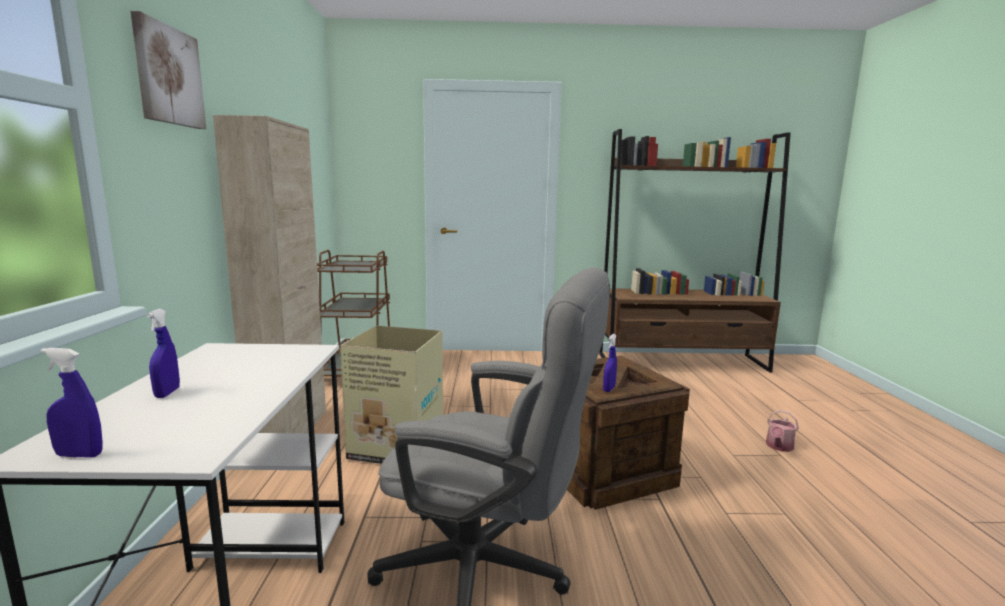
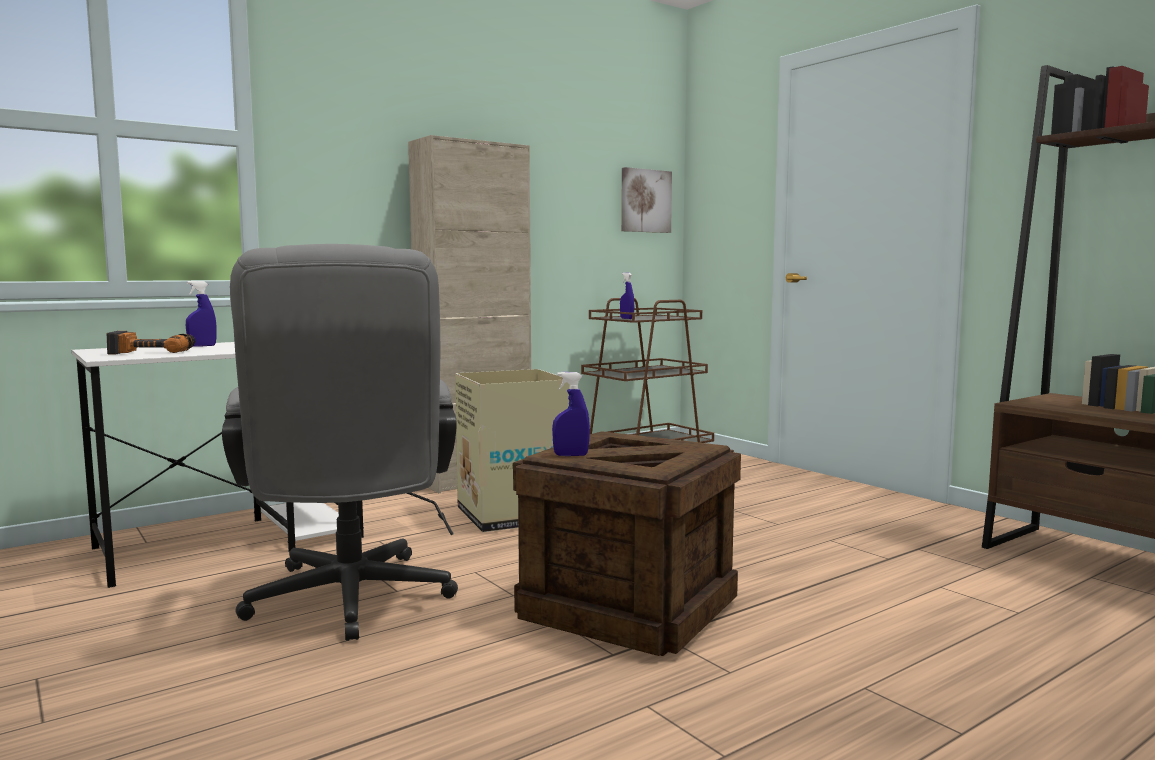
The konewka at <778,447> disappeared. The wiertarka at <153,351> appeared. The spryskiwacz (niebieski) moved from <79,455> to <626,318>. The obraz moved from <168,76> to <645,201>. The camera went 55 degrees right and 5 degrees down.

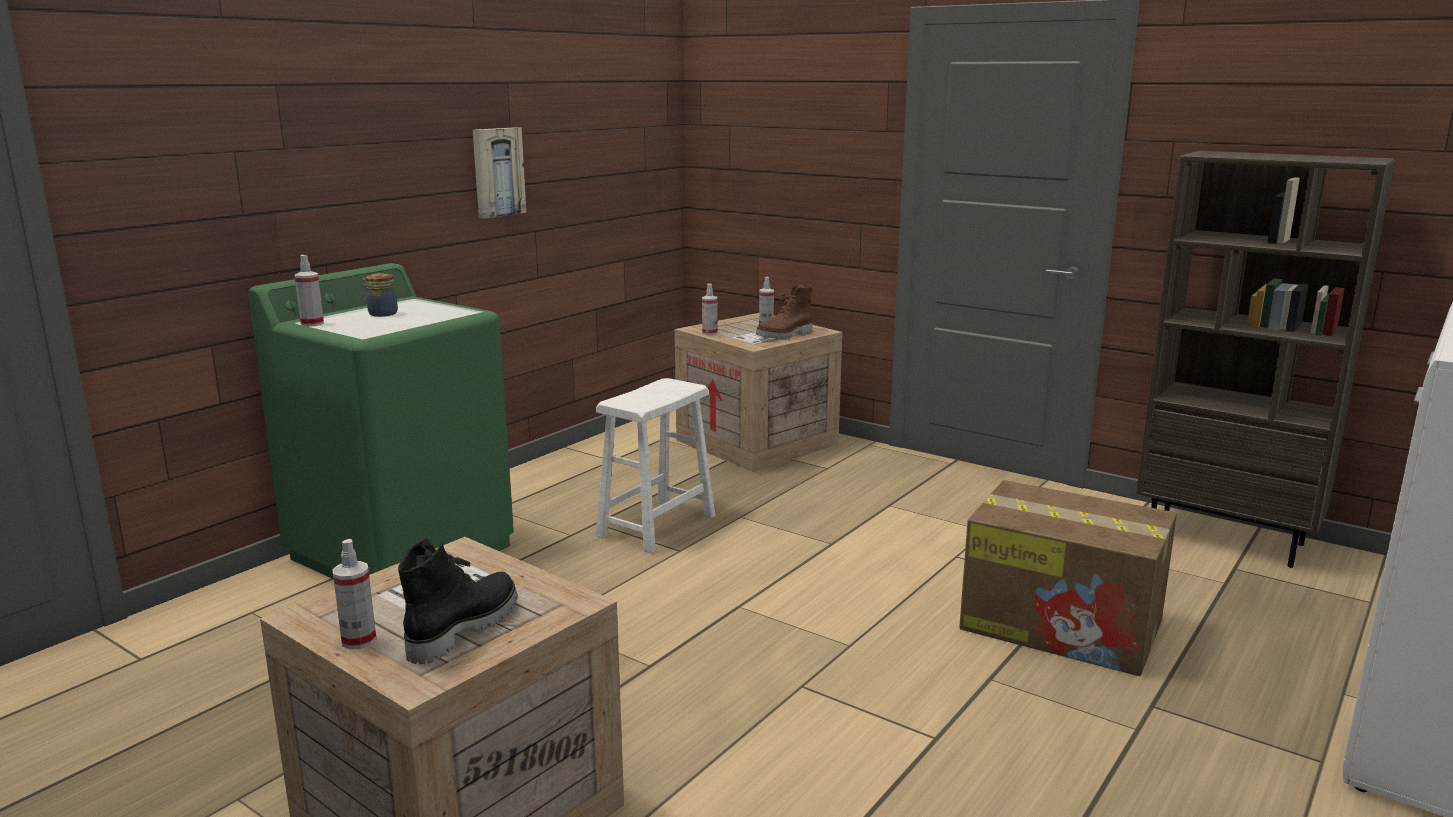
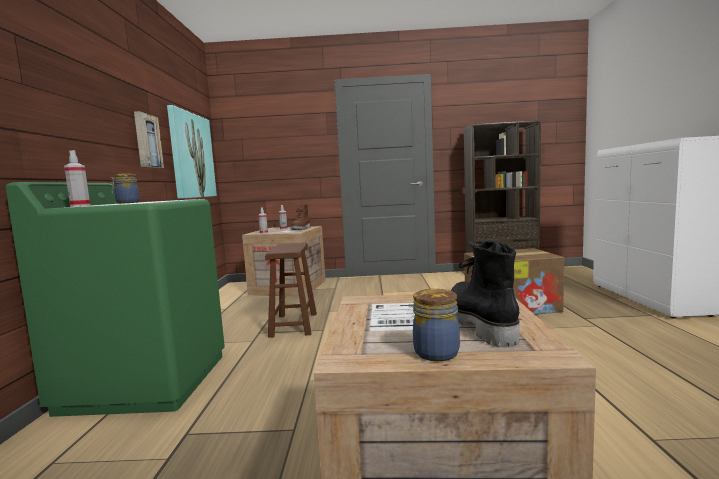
The obraz at <191,156> appeared. The spryskiwacz at <359,640> was replaced by the słoik at <435,352>. The stołek (biały) at <657,526> became the stołek (brązowy) at <294,325>. The camera went 35 degrees left and 10 degrees down.

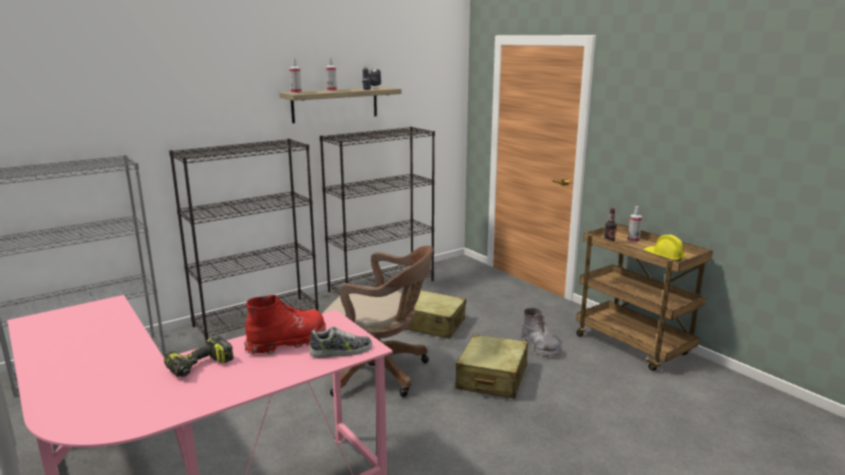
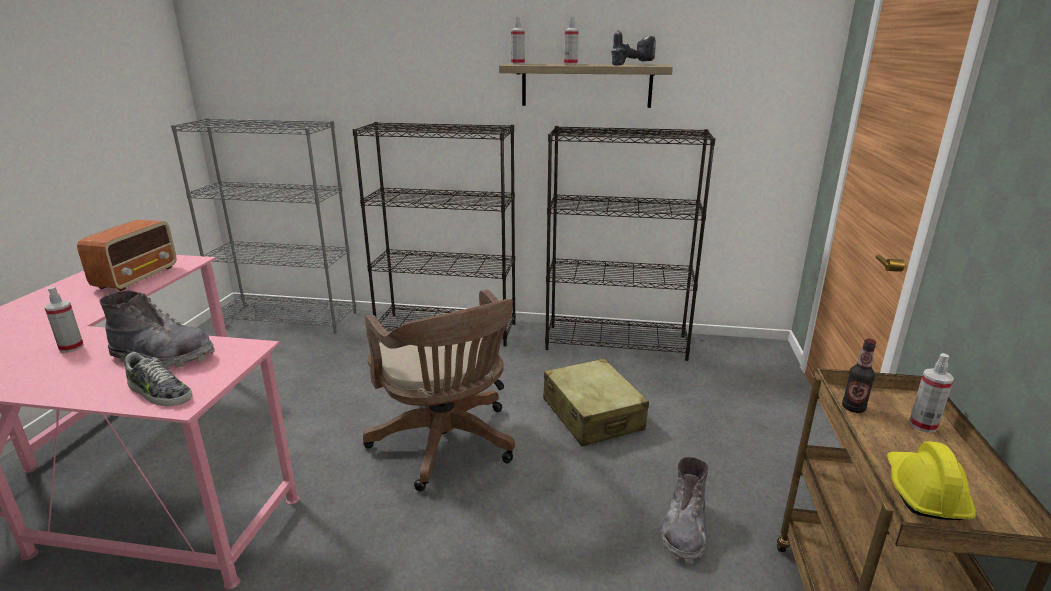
The walizka (beżowy) at <492,378> disappeared. The radio at <137,277> appeared. The wiertarka at <200,367> was replaced by the spryskiwacz at <71,347>. The but z cholewką (czerwony) at <288,342> became the but z cholewką (szary) at <163,357>. The camera went 45 degrees right and 5 degrees up.

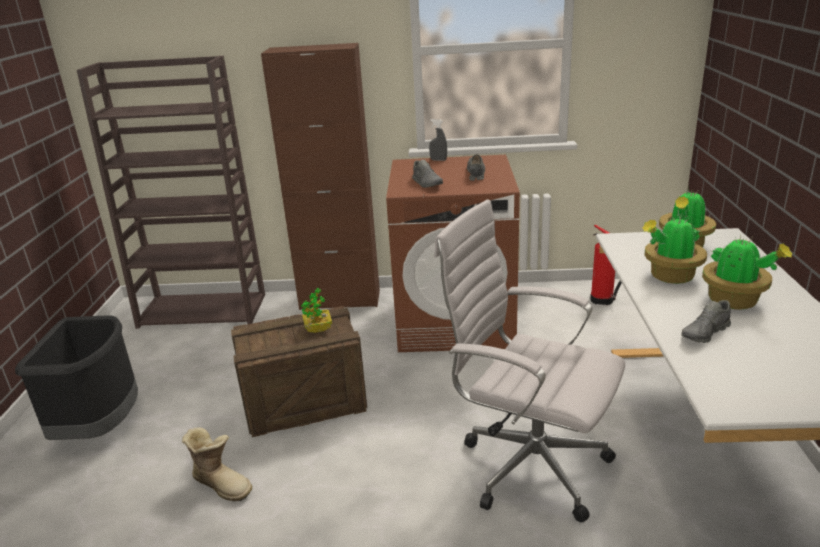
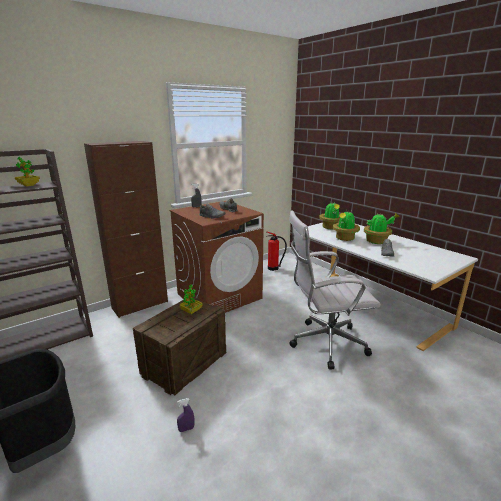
The roślina doniczkowa at <29,185> appeared. The but z cholewką at <222,483> was replaced by the spryskiwacz (fioletowy) at <186,429>. The camera went 40 degrees left and 5 degrees down.

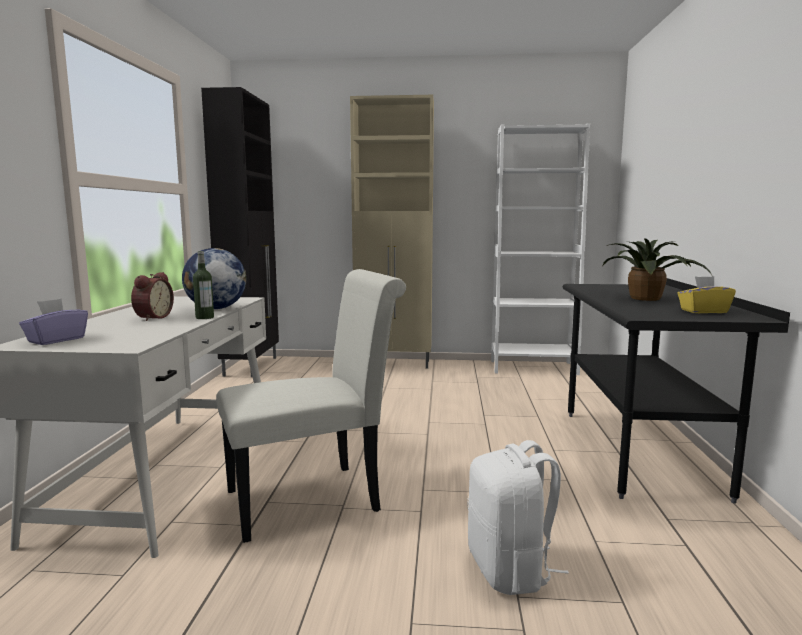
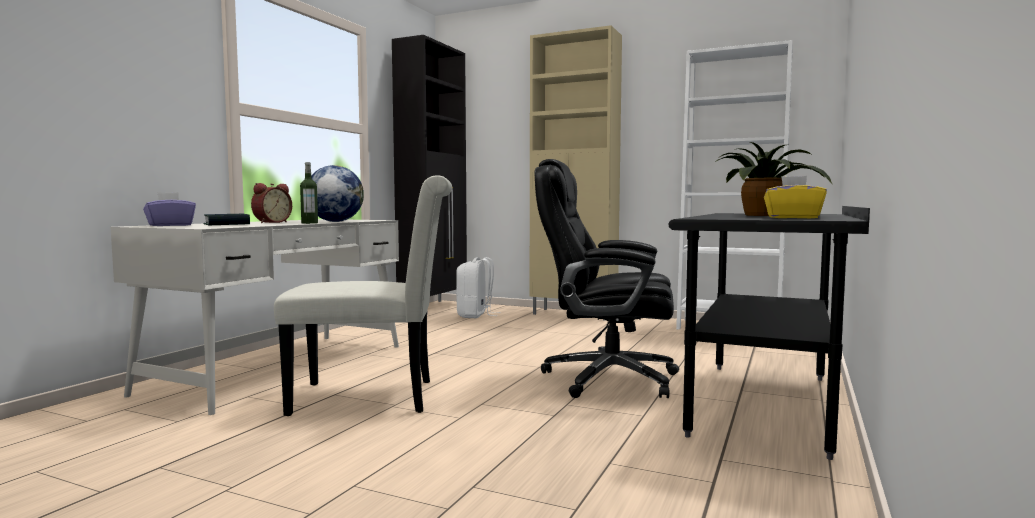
The książka at <227,224> appeared. The krzesło biurowe (czarny) at <606,379> appeared. The plecak (biały) moved from <510,570> to <475,315>. The camera went 20 degrees right and 5 degrees down.

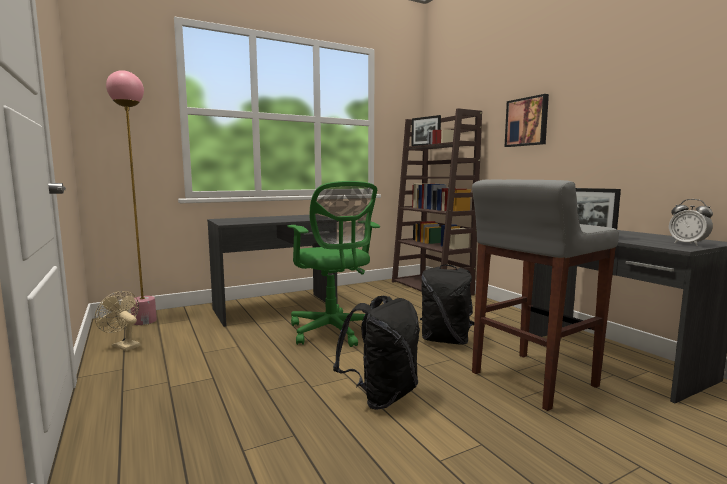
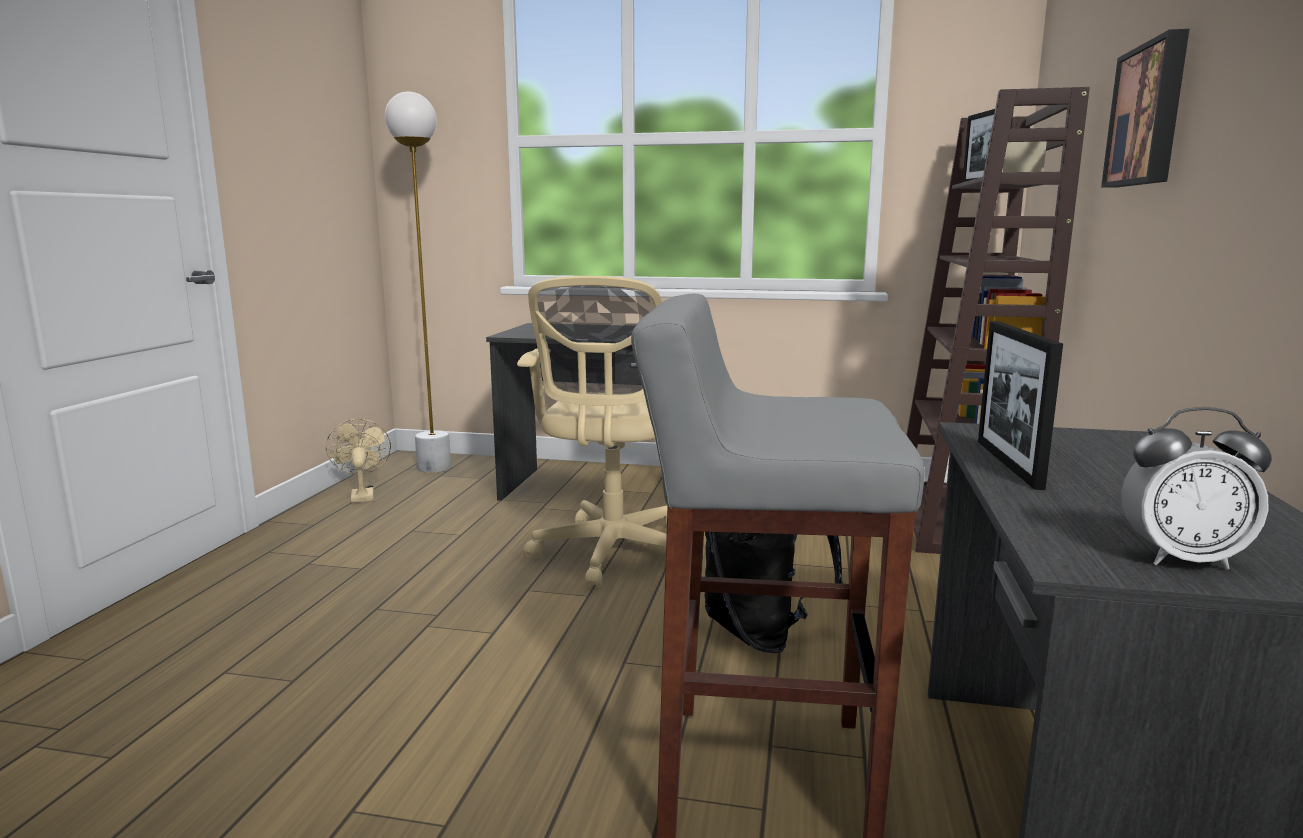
The plecak (czarny) at <381,396> disappeared. The lampa stojąca (różowy) at <144,321> became the lampa stojąca (biały) at <434,467>. The krzesło biurowe (zielony) at <333,332> became the krzesło biurowe (beżowy) at <611,554>. The budzik at <688,244> turned 90 degrees counterclockwise. The camera went 40 degrees right and 5 degrees up.

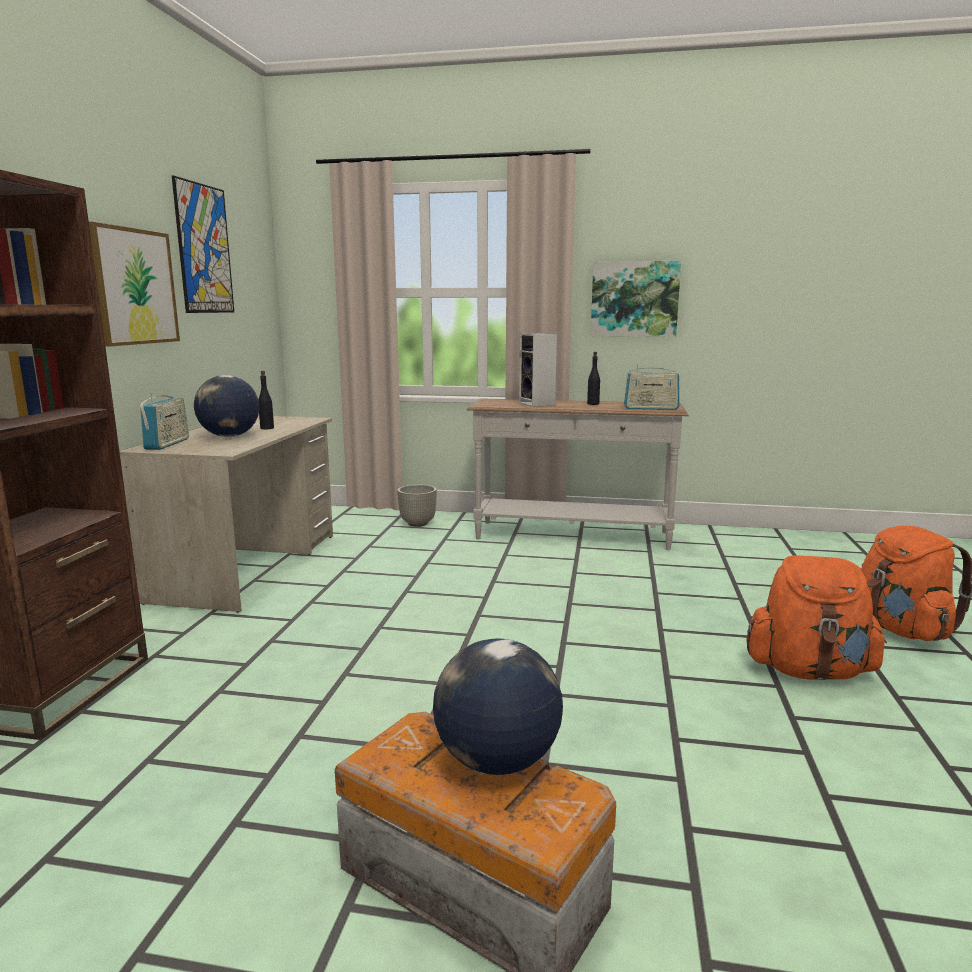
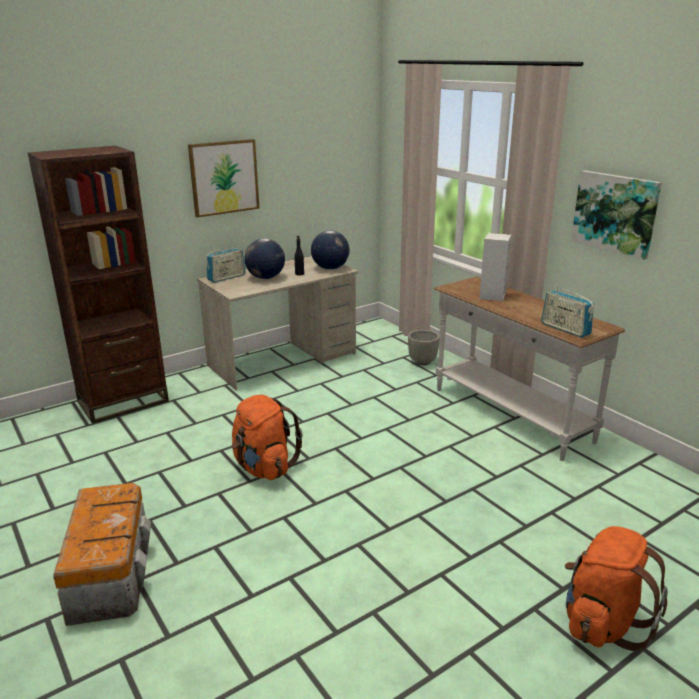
The obraz at <204,249> disappeared. The butelka (czarny) at <593,404> disappeared. The globus moved from <496,760> to <330,268>. The plecak (pomarańczowy) moved from <809,670> to <264,467>. The camera went 45 degrees right and 10 degrees up.

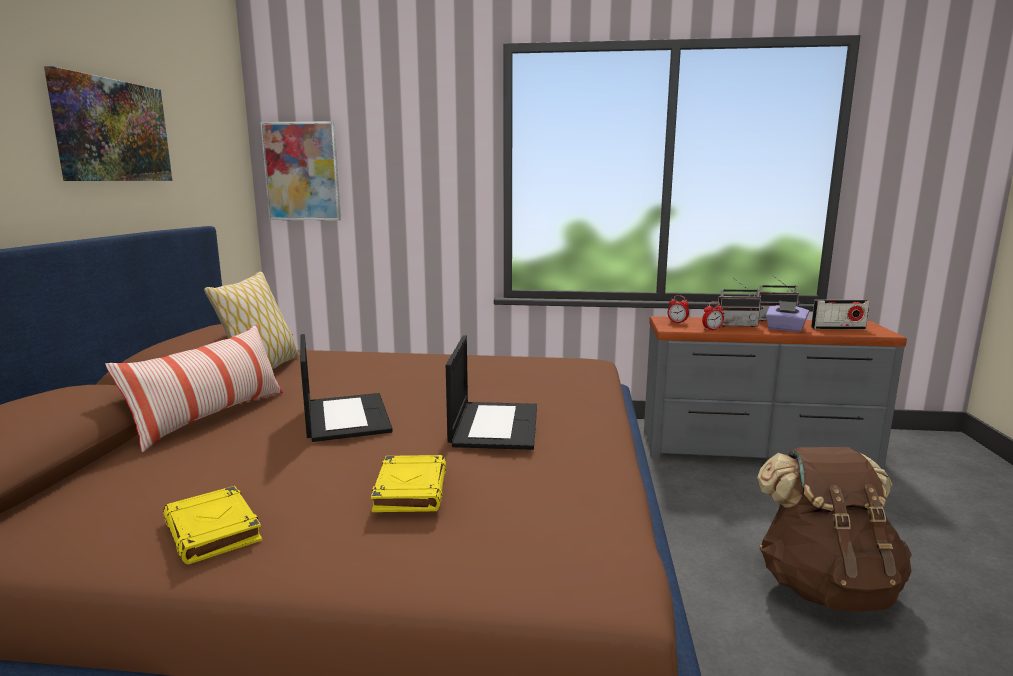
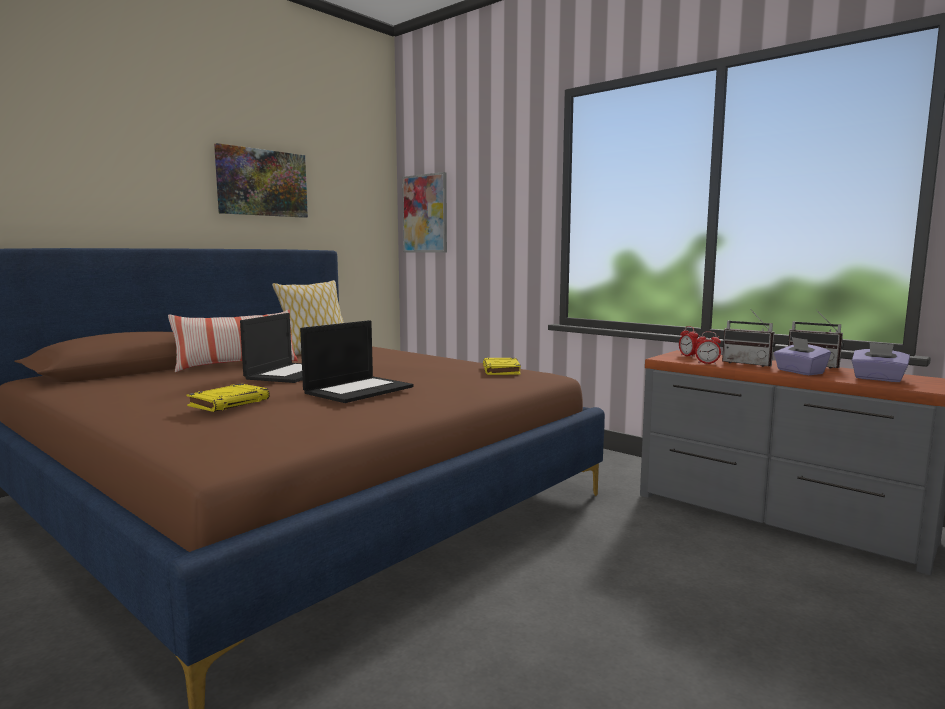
The plecak (brązowy) at <825,586> disappeared. The książka (żółty) moved from <213,531> to <501,370>. The radio at <838,328> was replaced by the pudełko chusteczek (fioletowy) at <878,379>. The camera went 35 degrees right and 5 degrees down.

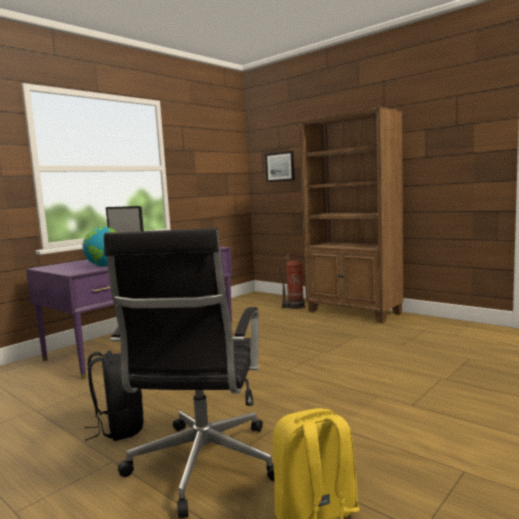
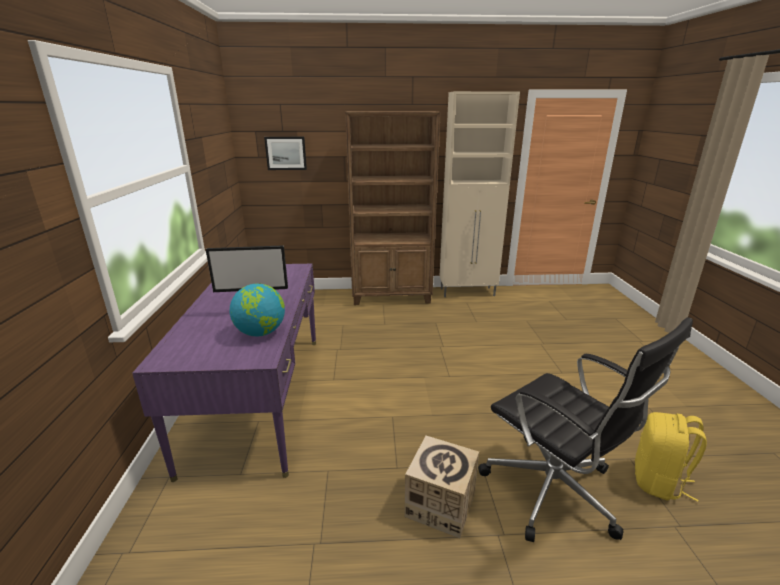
The gaśnica at <294,307> disappeared. The szafka (beżowy) at <468,292> appeared. The plecak (czarny) at <119,428> was replaced by the karton at <440,504>. The camera went 45 degrees left and 15 degrees up.

